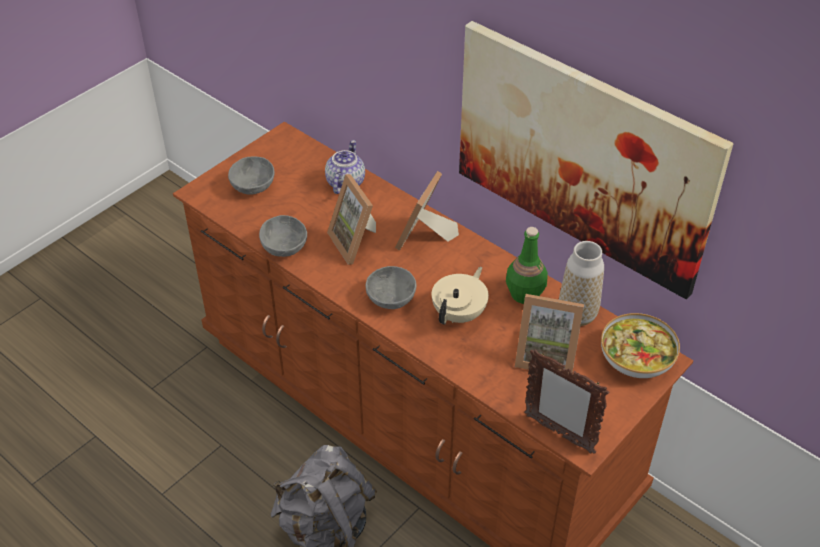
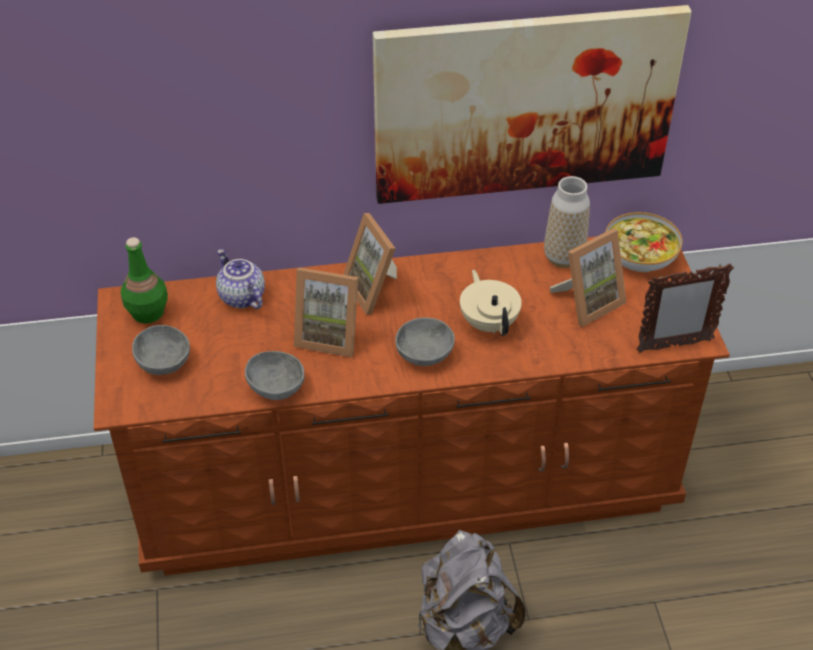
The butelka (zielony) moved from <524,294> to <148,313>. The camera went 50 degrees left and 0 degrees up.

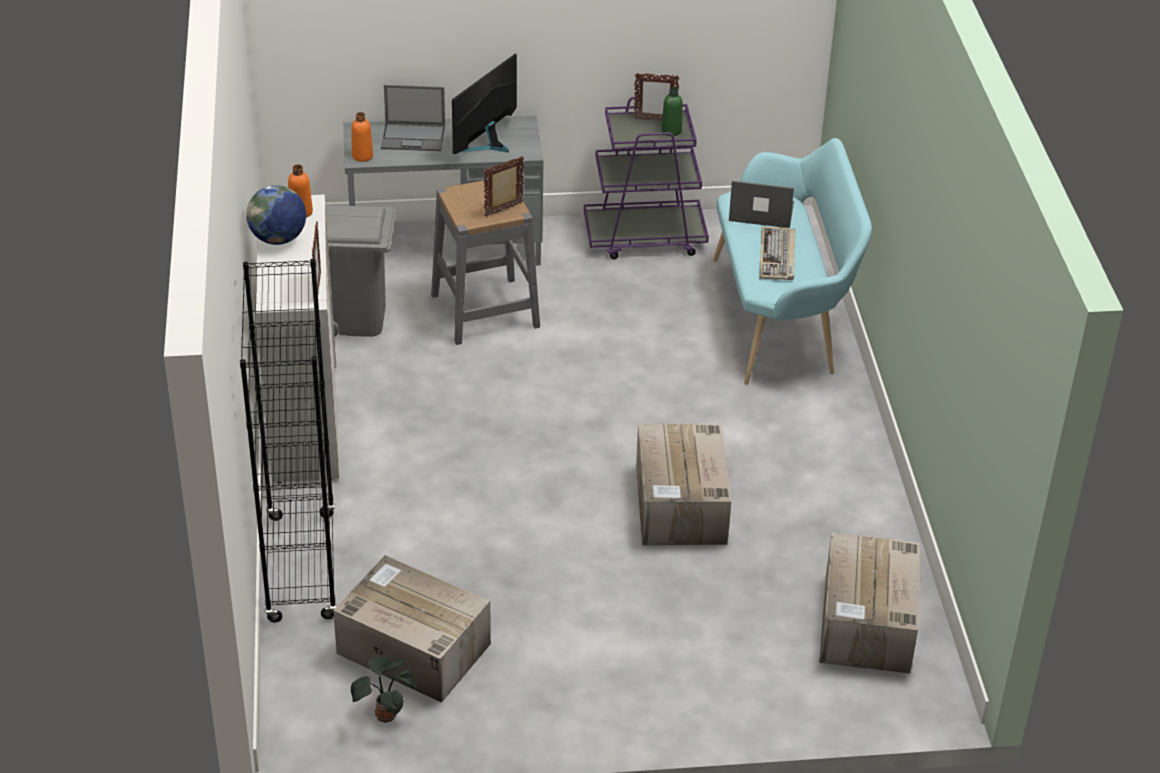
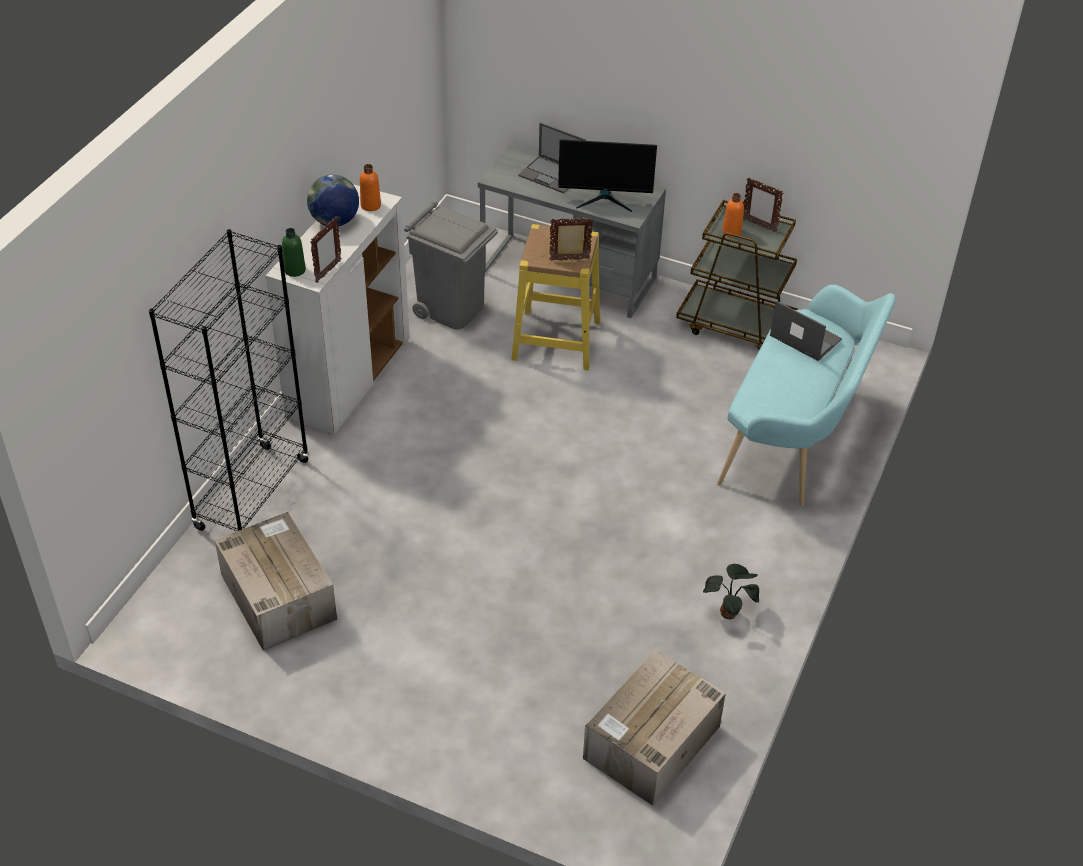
The karton at <681,506> disappeared. The klawiatura at <777,256> disappeared. The butelka (pomarańczowy) moved from <362,156> to <731,232>. The roślina doniczkowa moved from <386,714> to <729,612>. The butelka (zielony) moved from <671,131> to <295,270>. The stołek (szary) at <485,311> became the stołek (żółty) at <556,340>. The wózek (fioletowy) at <645,237> became the wózek (brązowy) at <736,325>. The monitor at <487,144> turned 150 degrees counterclockwise. The camera went 30 degrees right and 5 degrees up.

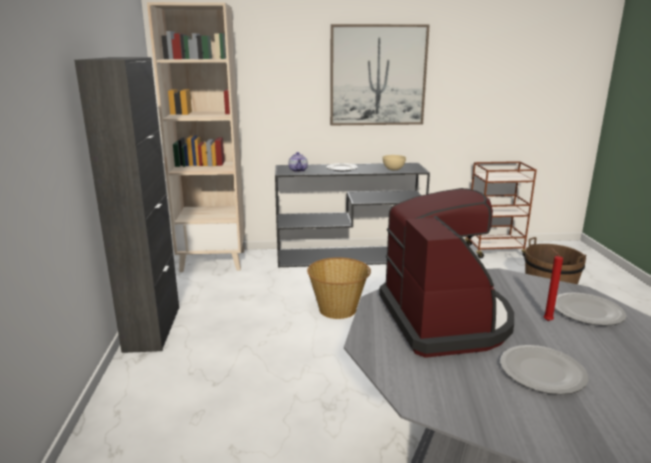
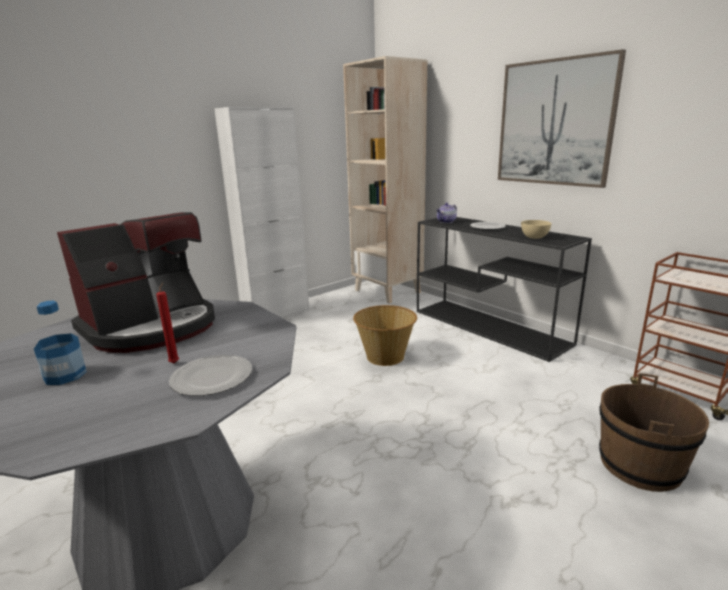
The talerz at <543,371> was replaced by the butelka at <65,375>. The szafka (czarny) at <152,328> became the szafka (biały) at <276,314>. The camera went 55 degrees right and 0 degrees up.

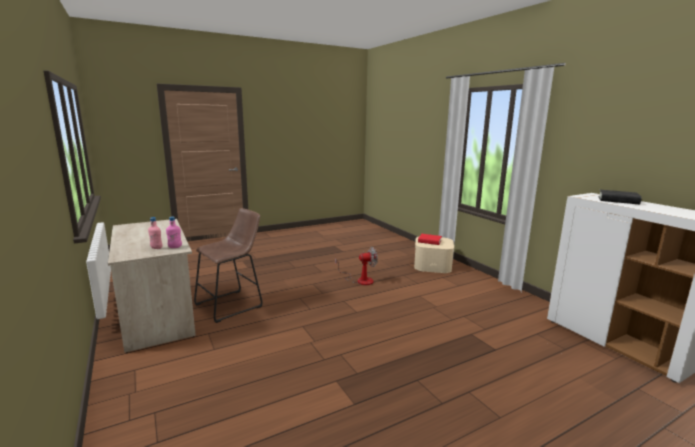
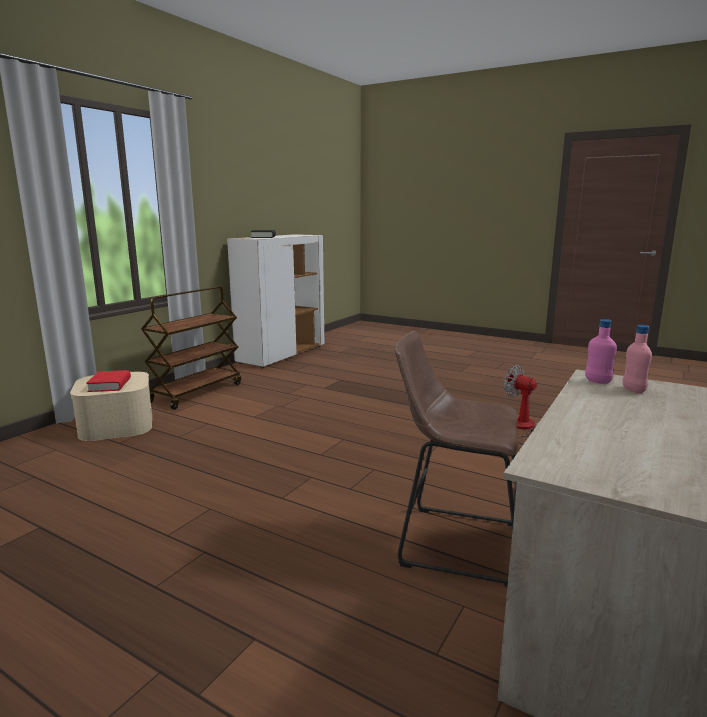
The wózek (brązowy) at <196,392> appeared. The wentylator moved from <360,280> to <522,428>. The camera went 120 degrees left and 0 degrees up.

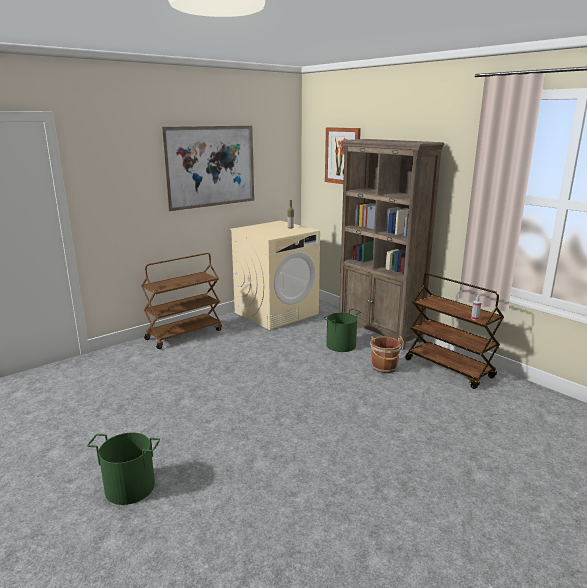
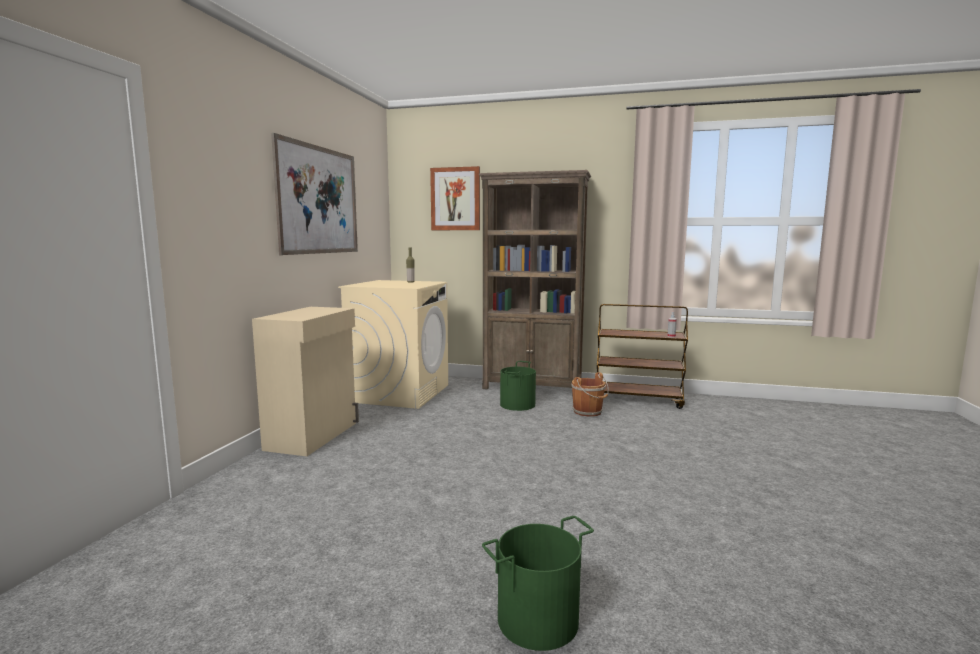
The wózek (brązowy) at <184,334> was replaced by the szafka (beżowy) at <314,436>. The camera went 35 degrees left and 10 degrees down.

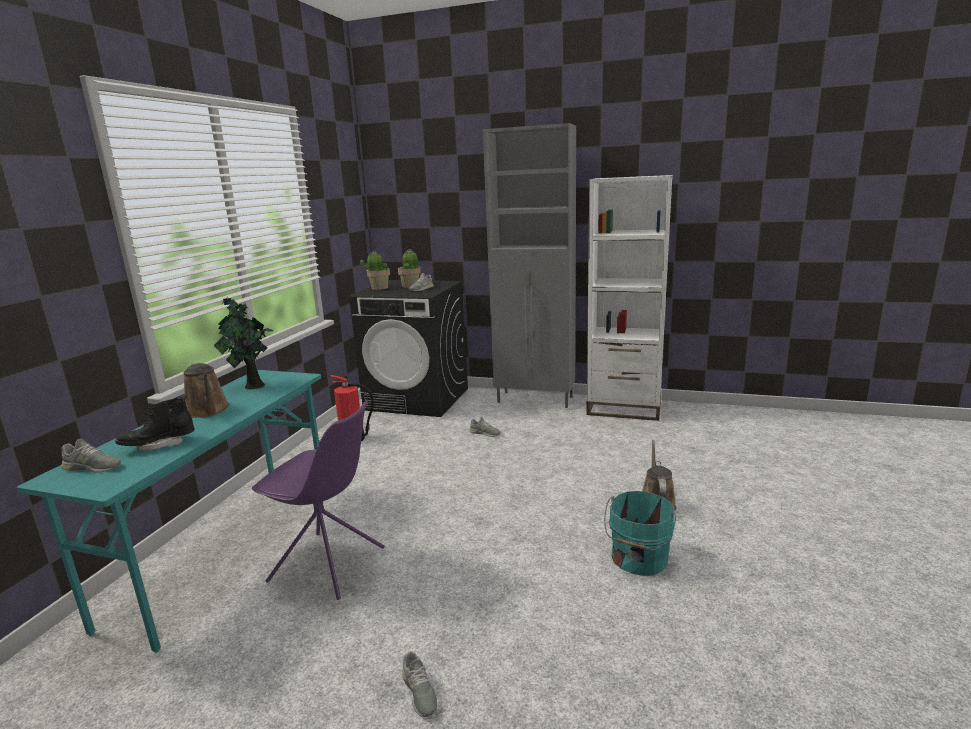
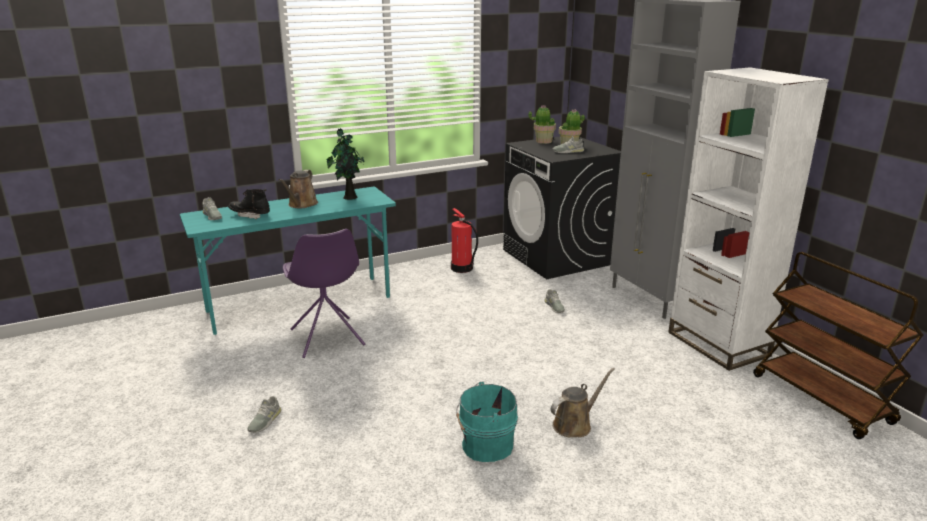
The wózek (brązowy) at <822,399> appeared. The camera went 45 degrees right and 5 degrees up.

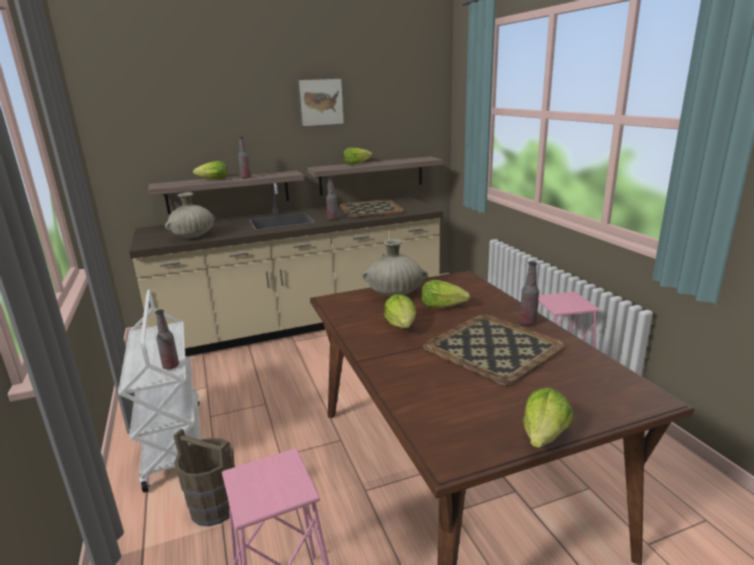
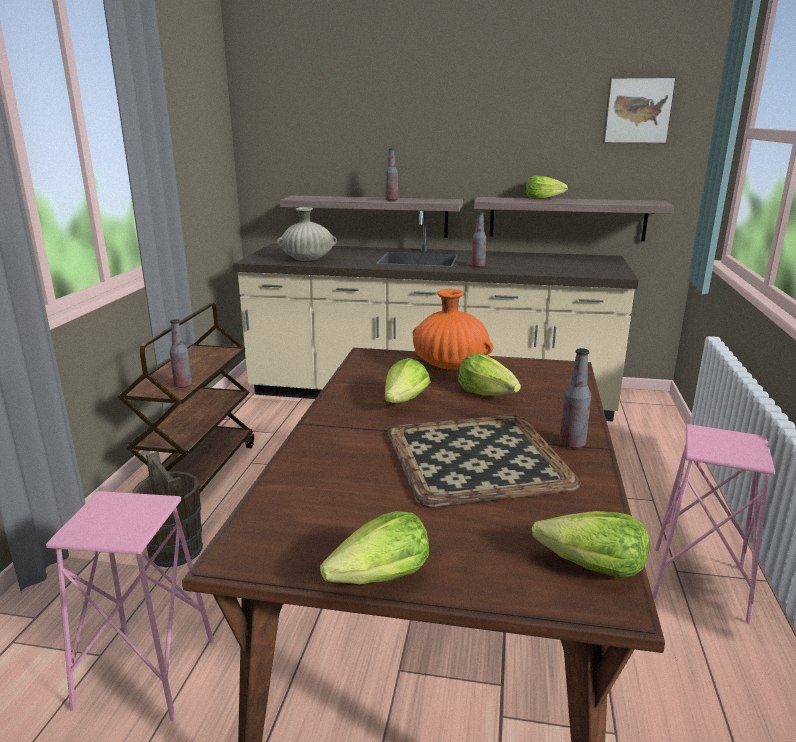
The taca at <370,209> disappeared. The sałata moved from <213,180> to <591,568>. The obraz moved from <320,102> to <638,110>. The wózek (biały) at <173,441> became the wózek (brązowy) at <199,474>. The wazon (beżowy) at <395,293> became the wazon (pomarańczowy) at <450,365>. The camera went 30 degrees right and 0 degrees up.

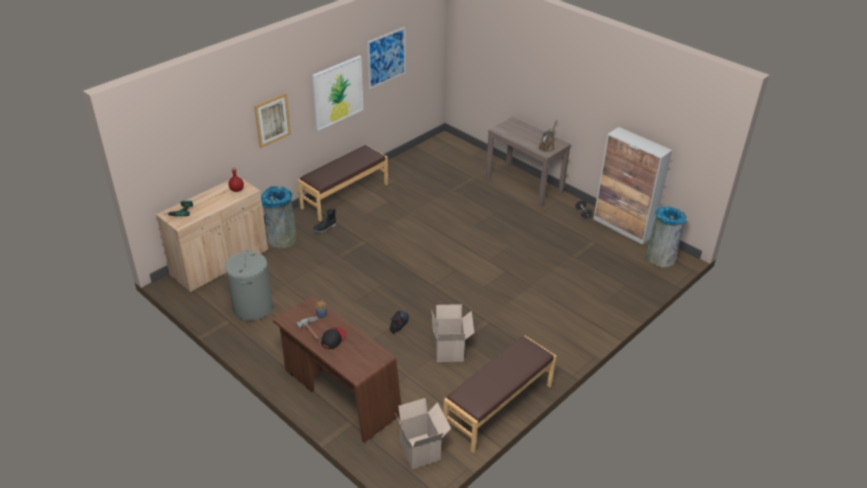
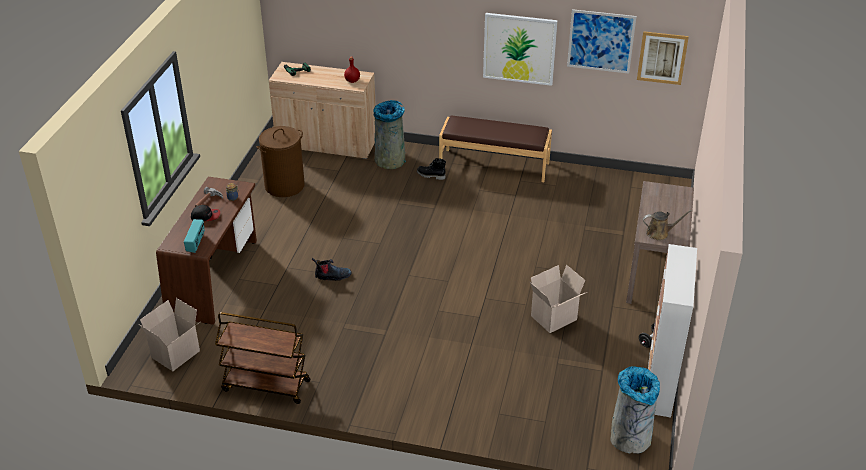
The radio at <196,243> appeared. The obraz moved from <272,120> to <662,58>. The karton moved from <450,351> to <554,319>. The ławka (brązowy) at <499,407> was replaced by the wózek (brązowy) at <265,386>. The kosz na pranie (szary) at <252,307> became the kosz na pranie (brązowy) at <284,186>. The camera went 60 degrees right and 0 degrees up.

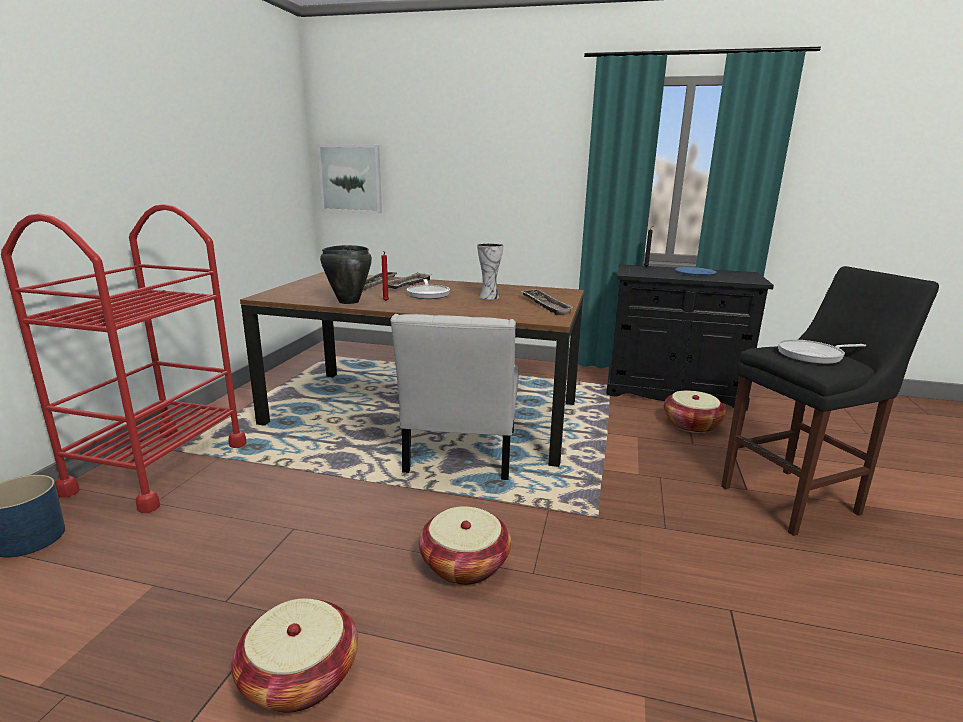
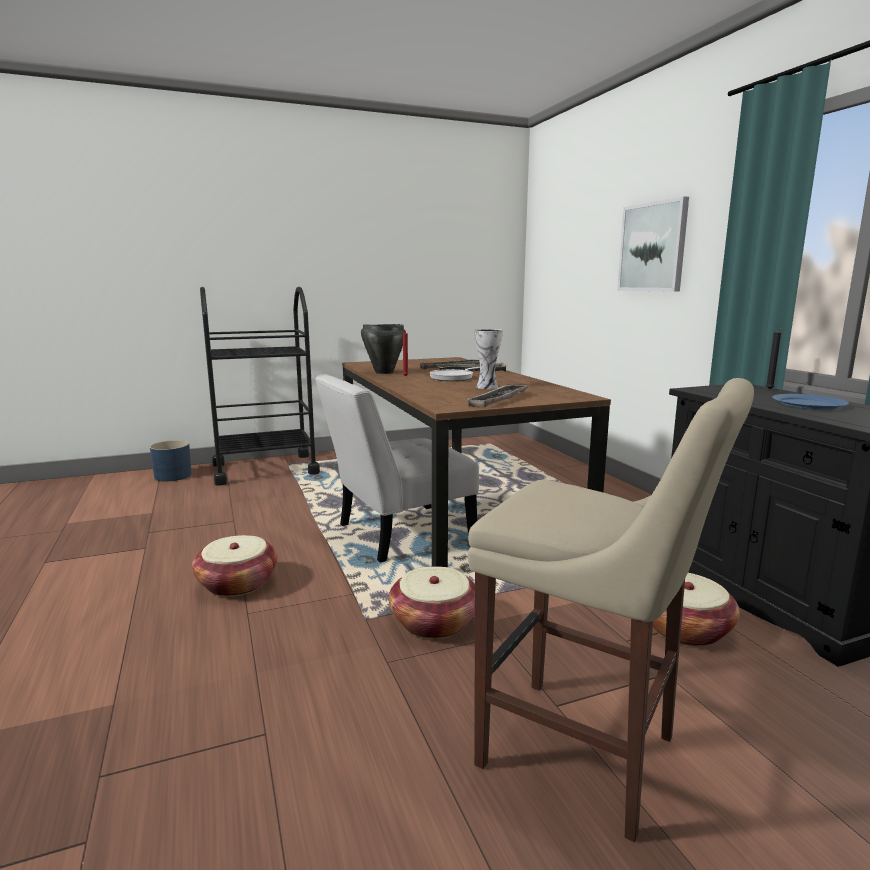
The patelnia at <813,355> disappeared. The koszyk moved from <300,677> to <434,622>. The obraz moved from <351,178> to <653,247>. The wózek (czerwony) at <160,467> became the wózek (czarny) at <265,469>. The stołek (czarny) at <795,499> became the stołek (beżowy) at <586,755>. The camera went 55 degrees right and 5 degrees down.

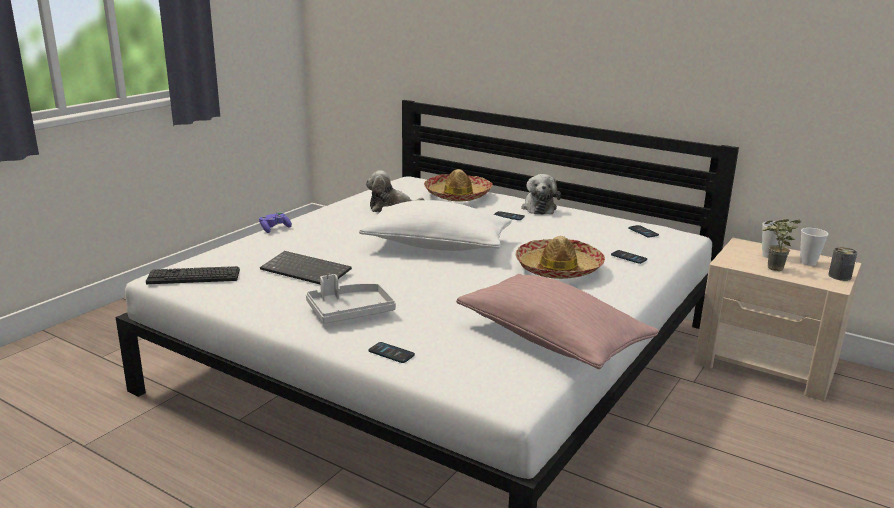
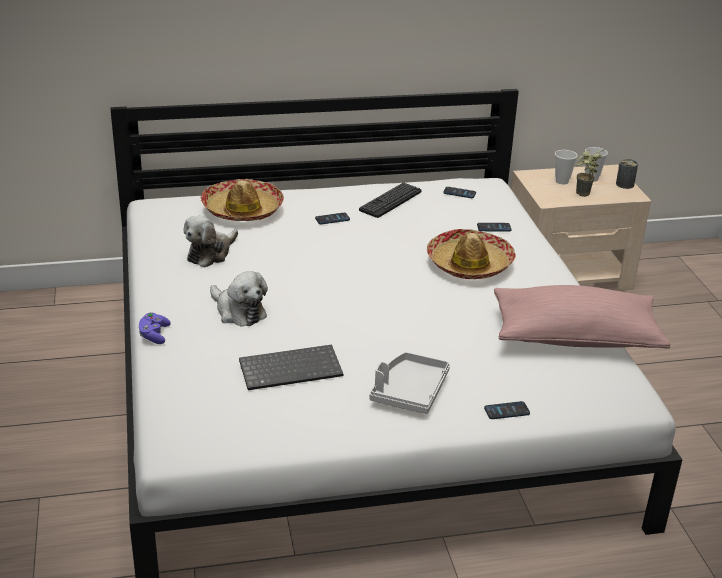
The poduszka (biały) at <437,246> disappeared. The klawiatura moved from <193,277> to <390,201>. The pluszak moved from <538,208> to <238,312>. The camera went 45 degrees left and 10 degrees up.

